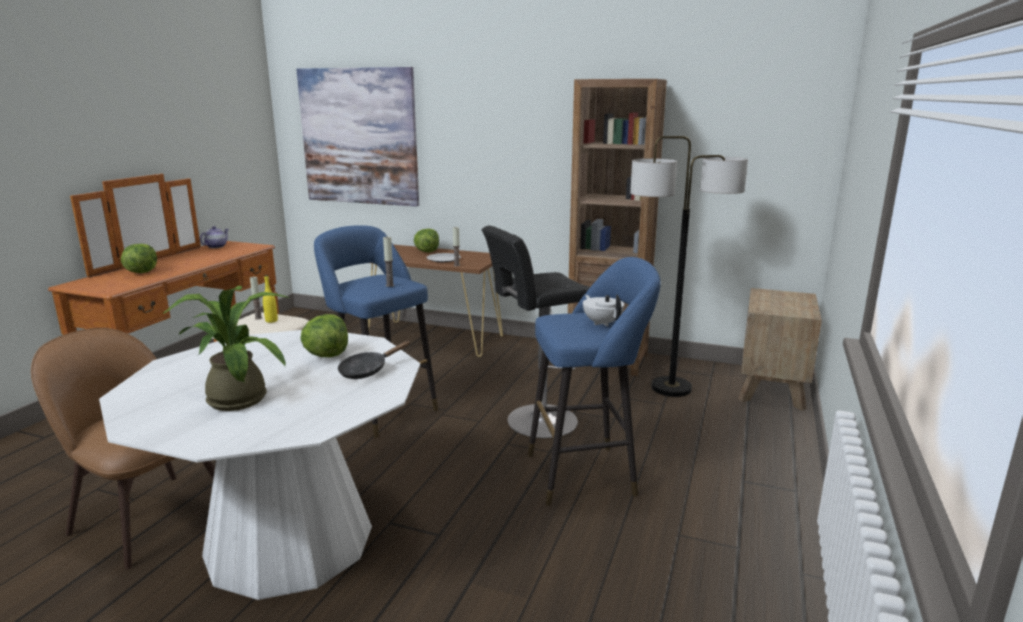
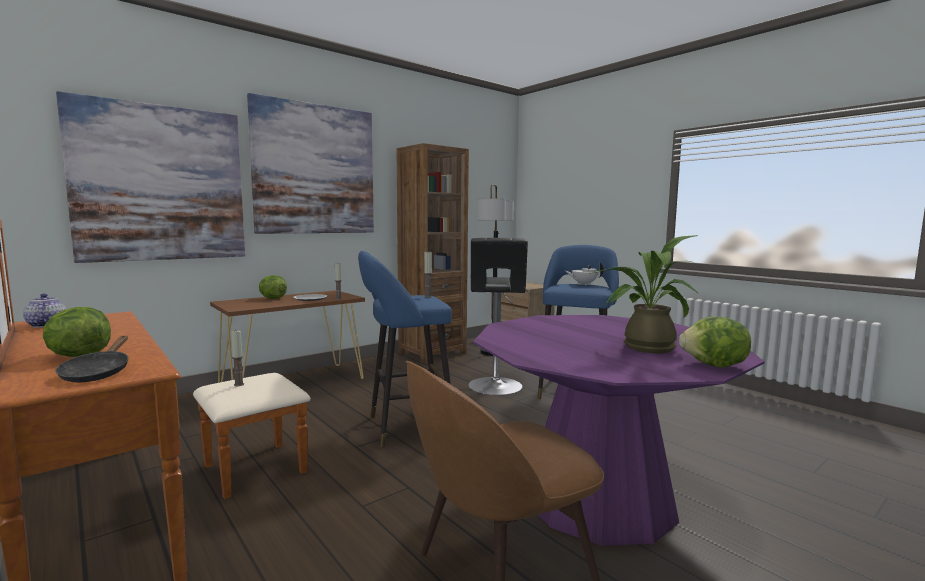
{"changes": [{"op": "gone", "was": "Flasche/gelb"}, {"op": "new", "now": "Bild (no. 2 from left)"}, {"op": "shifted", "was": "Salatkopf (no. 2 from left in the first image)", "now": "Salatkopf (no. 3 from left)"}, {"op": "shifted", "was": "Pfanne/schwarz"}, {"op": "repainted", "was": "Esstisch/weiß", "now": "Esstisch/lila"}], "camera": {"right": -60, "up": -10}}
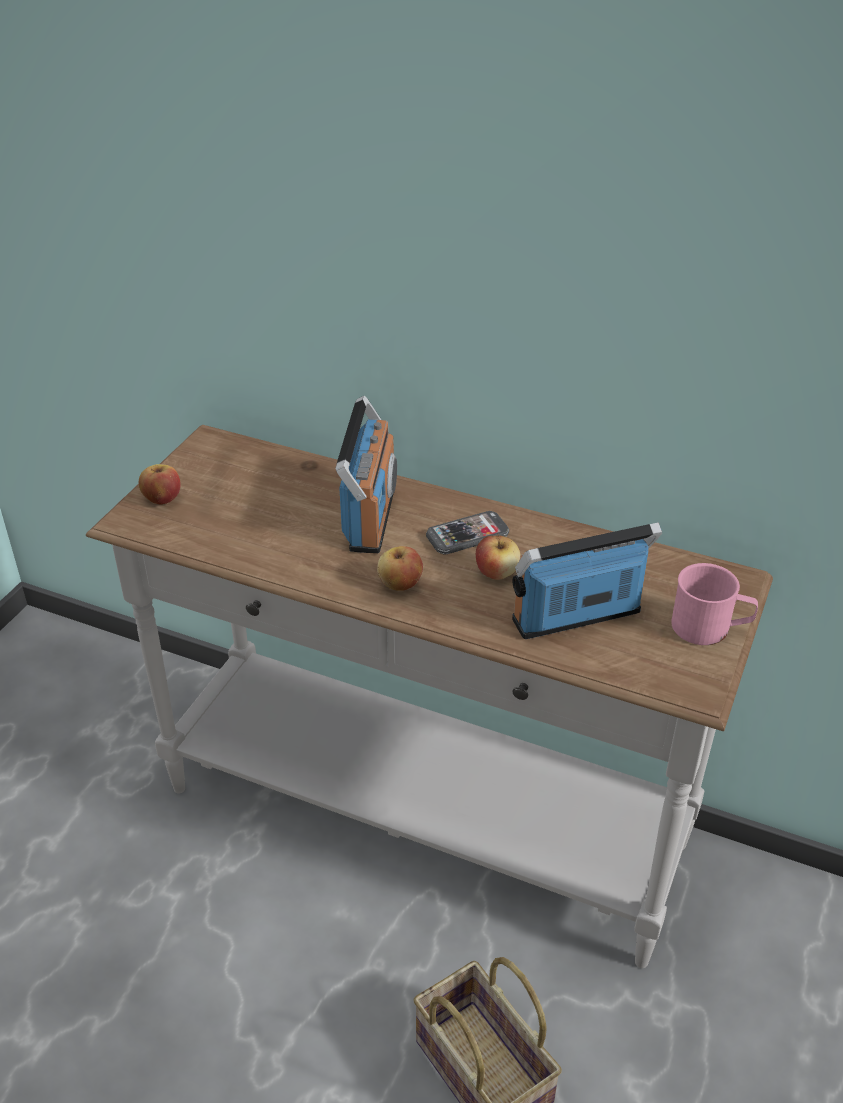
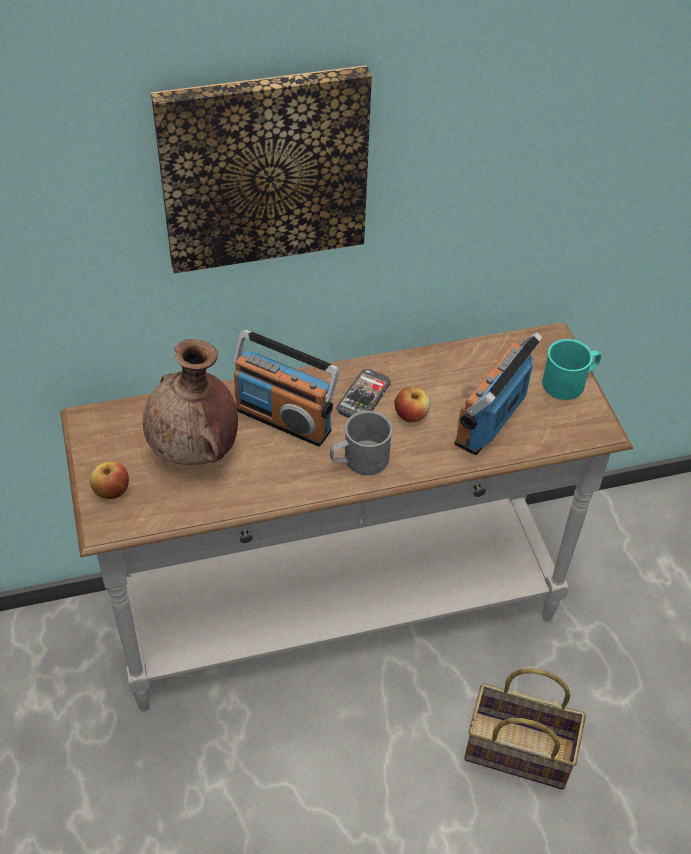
{"changes": [{"op": "new", "now": "Vase/braun"}, {"op": "new", "now": "Bild"}, {"op": "swapped", "was": "Apfel (no. 2 from left)", "now": "Henkelbecher/grau"}, {"op": "repainted", "was": "Henkelbecher/rosa", "now": "Henkelbecher/türkis"}, {"op": "rotated", "was": "Radio (no. 1 from left)", "clockwise": 150}], "camera": {"right": -40, "up": 10}}
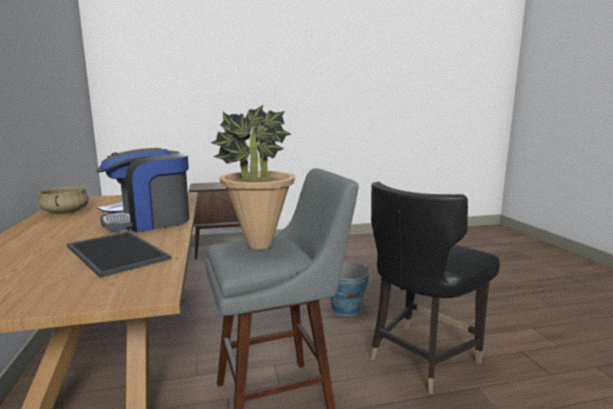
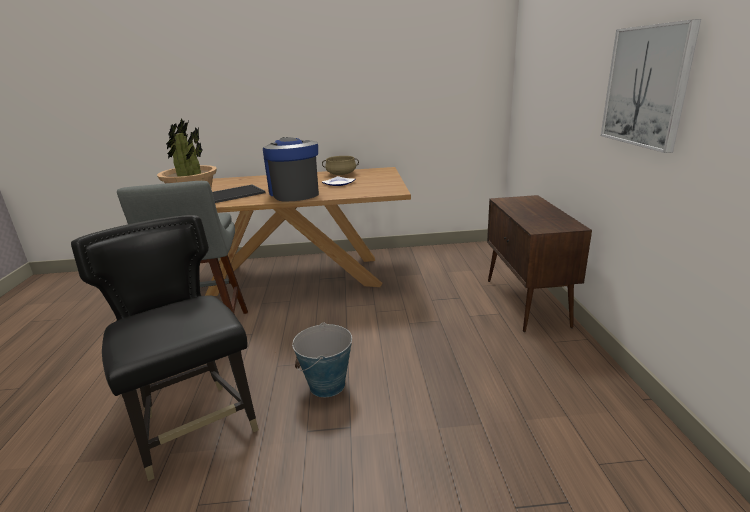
{"changes": [{"op": "new", "now": "Bild"}], "camera": {"right": 100, "up": 10}}
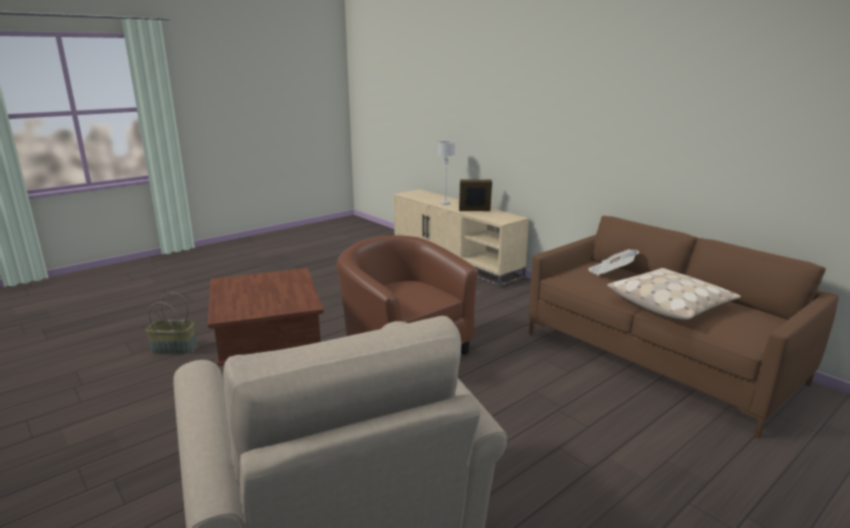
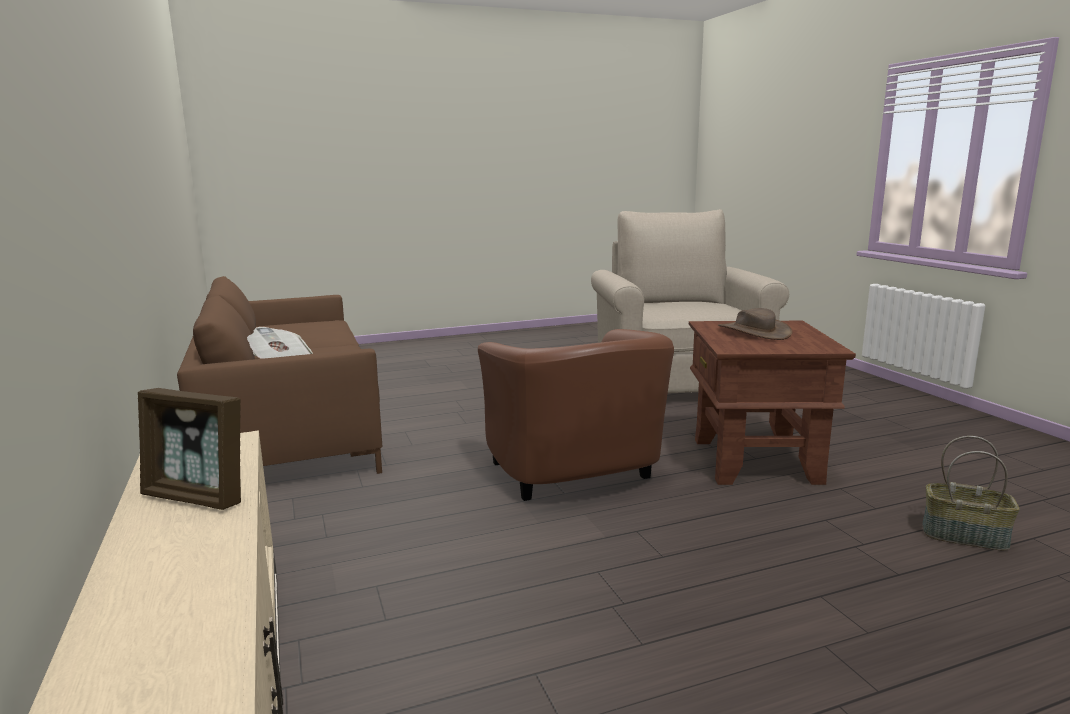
{"changes": [{"op": "gone", "was": "Tischlampe/grau"}, {"op": "gone", "was": "Kissen/beige"}, {"op": "new", "now": "Hut/braun"}], "camera": {"right": -160, "up": -5}}
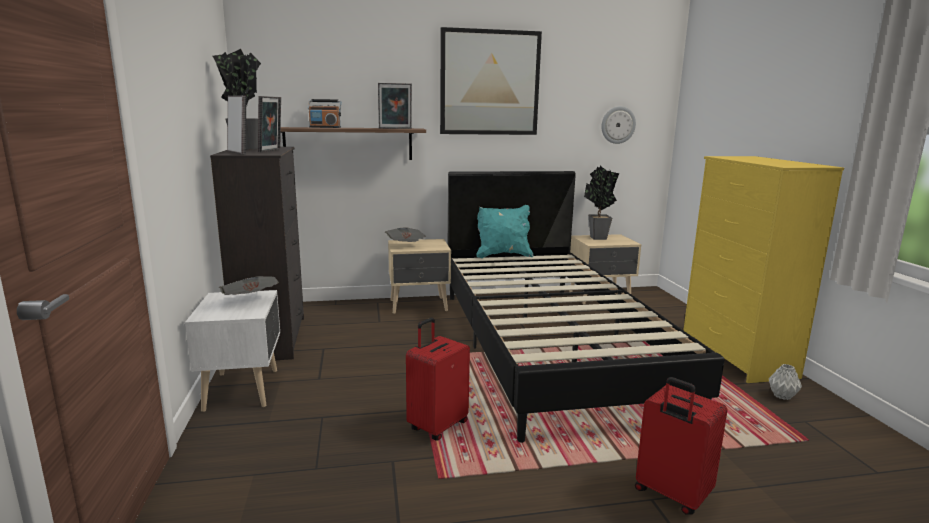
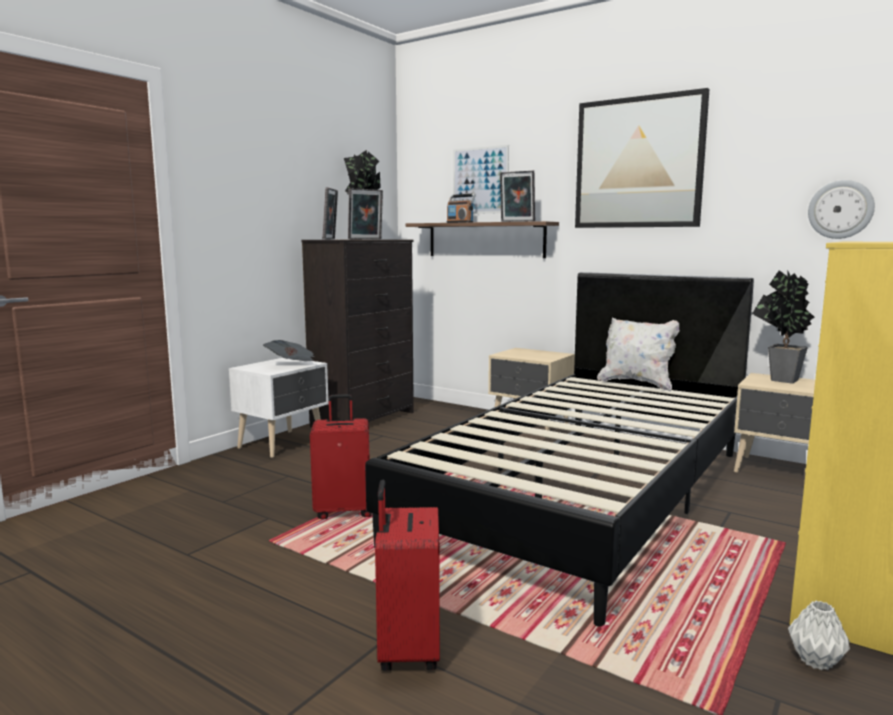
{"changes": [{"op": "gone", "was": "Zeitung (no. 2 from left)"}, {"op": "new", "now": "Bild (no. 1 from left)"}, {"op": "repainted", "was": "Kissen/türkis", "now": "Kissen/weiß"}], "camera": {"right": 45, "up": -5}}
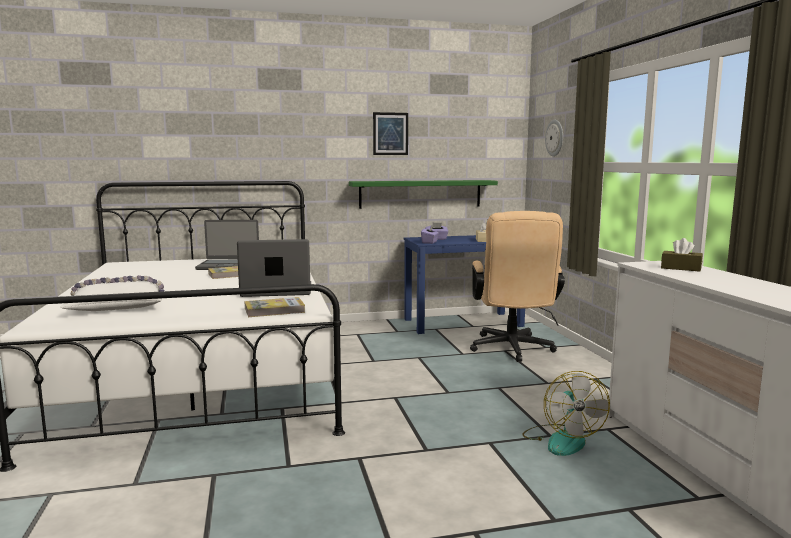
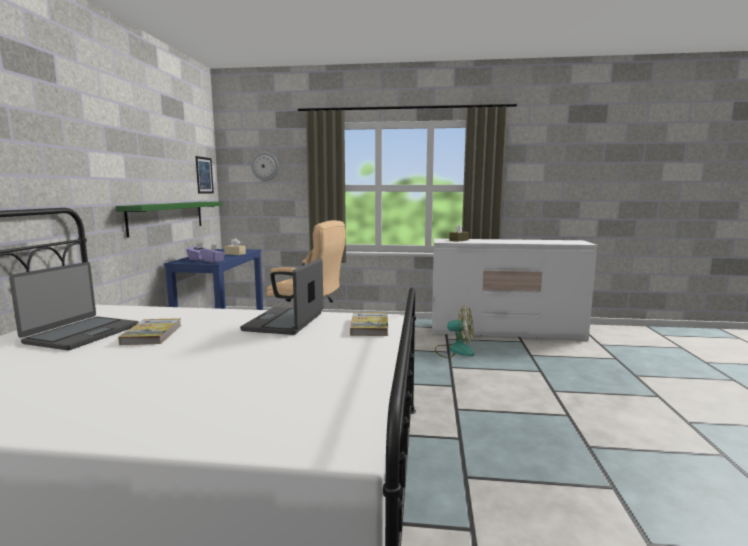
{"changes": [{"op": "gone", "was": "Kissen/weiß"}, {"op": "shifted", "was": "Bild"}], "camera": {"right": -70, "up": 0}}
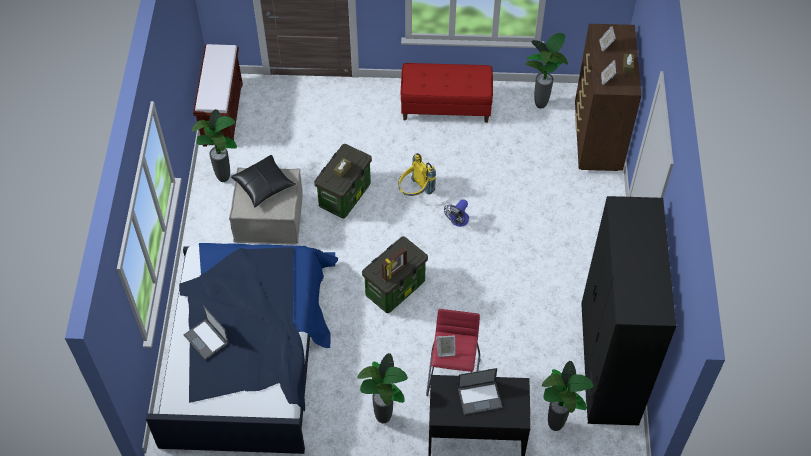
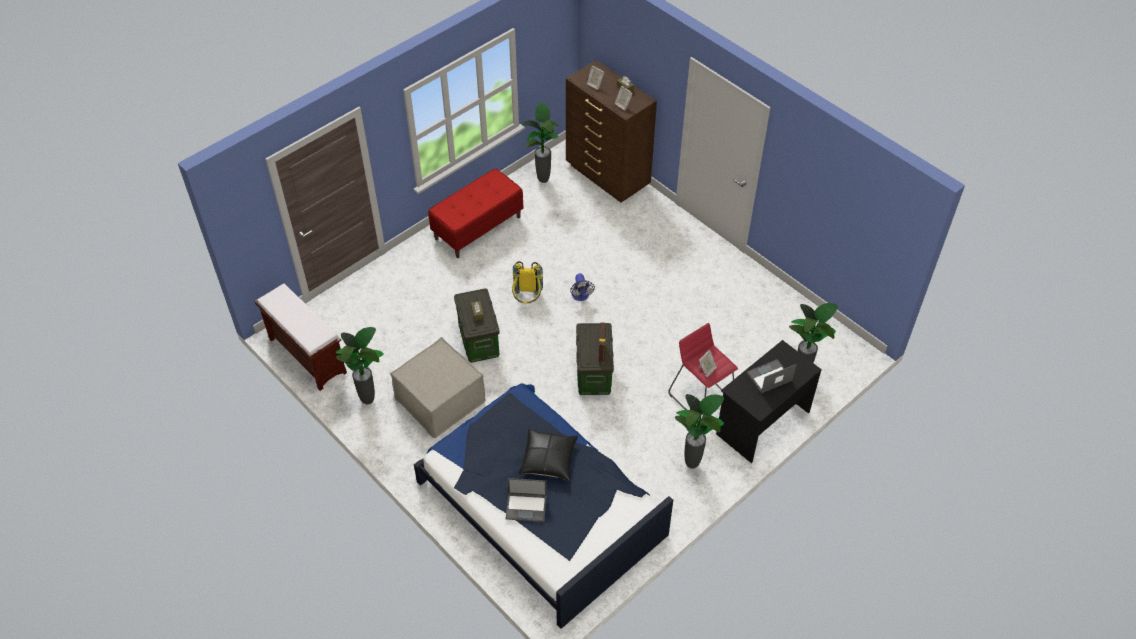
{"changes": [{"op": "gone", "was": "Kleiderschrank/schwarz"}, {"op": "shifted", "was": "Kissen/schwarz"}, {"op": "rotated", "was": "Laptop (no. 2 from left)", "clockwise": -150}], "camera": {"right": -45, "up": -5}}
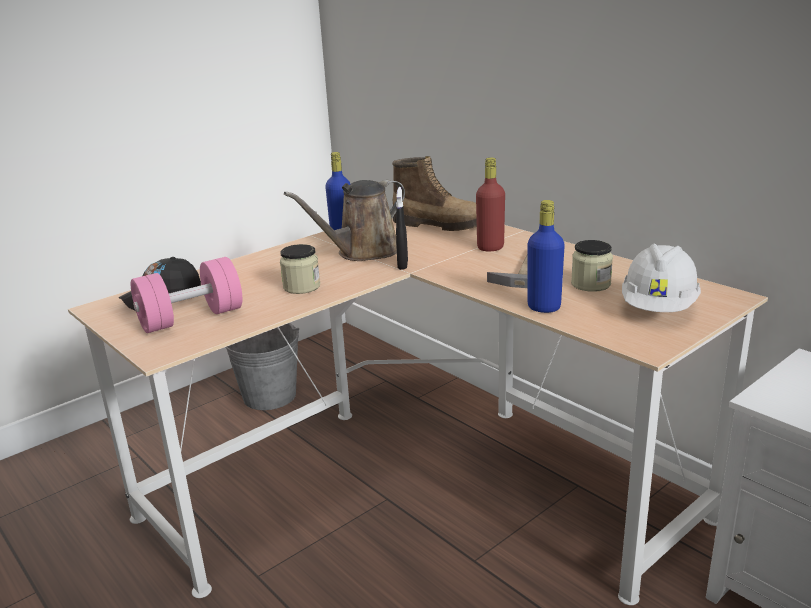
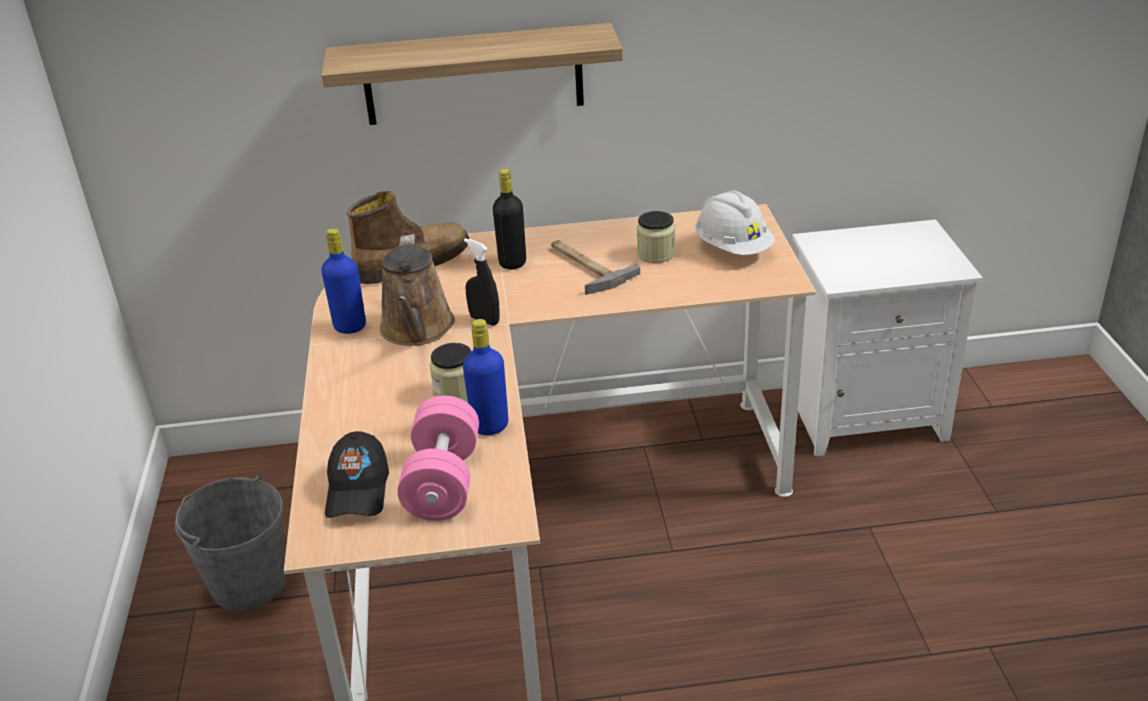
{"changes": [{"op": "new", "now": "Wandregal"}, {"op": "shifted", "was": "Flasche/blau (no. 2 from left)"}, {"op": "repainted", "was": "Flasche/rot", "now": "Flasche/schwarz"}], "camera": {"right": -55, "up": 10}}
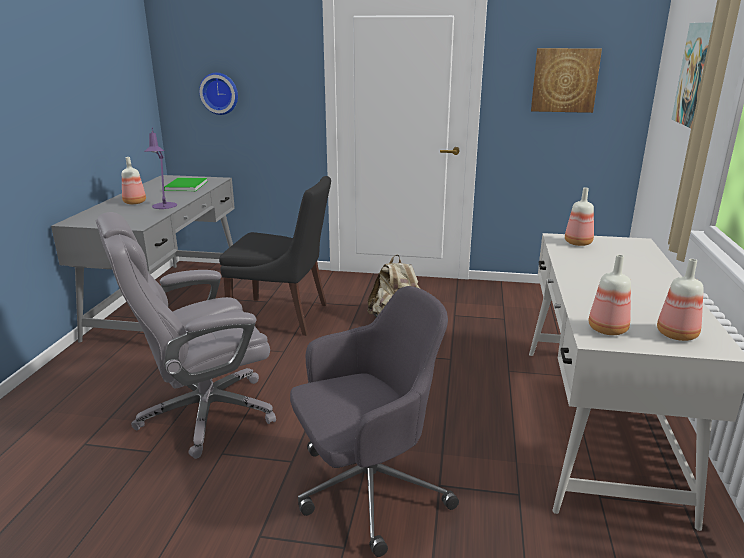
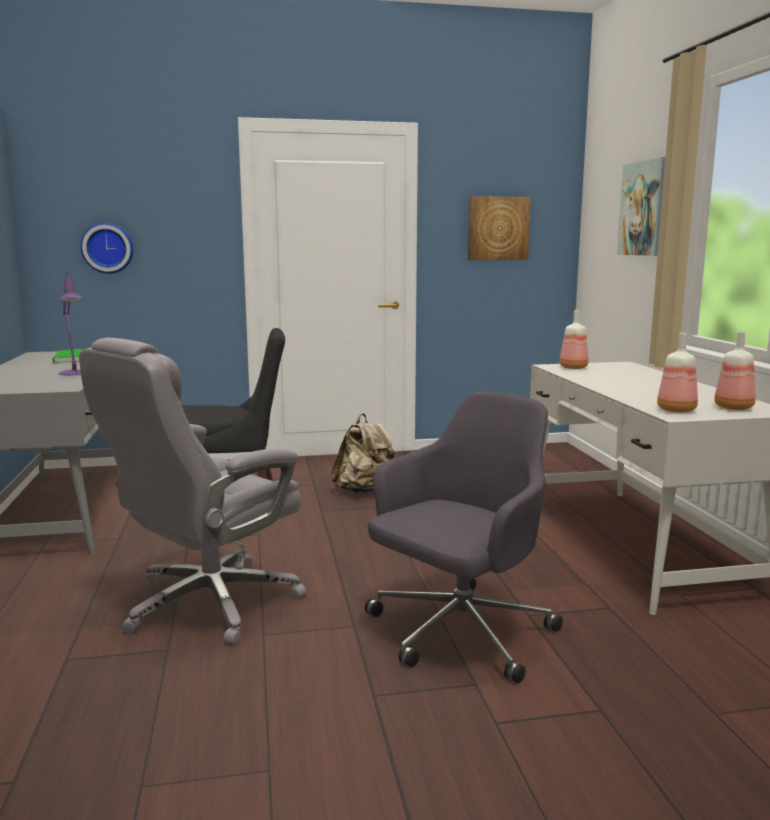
{"changes": [{"op": "gone", "was": "Flasche (no. 1 from left)"}], "camera": {"right": -20, "up": -10}}
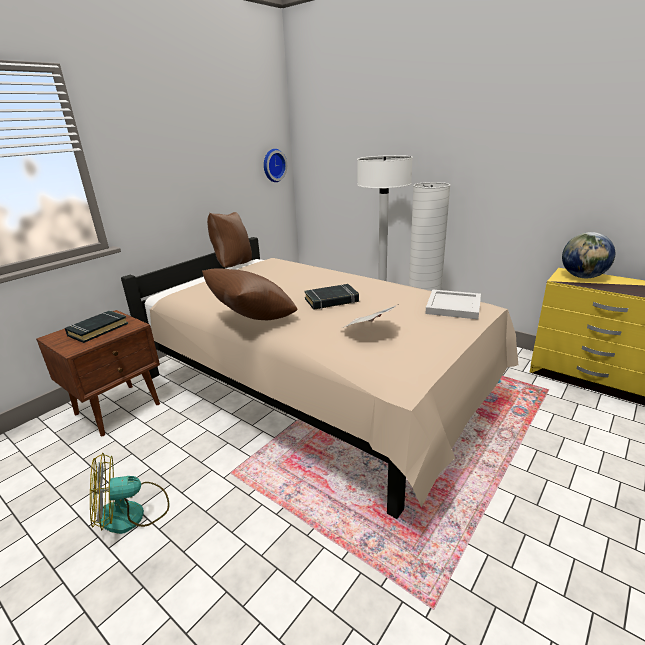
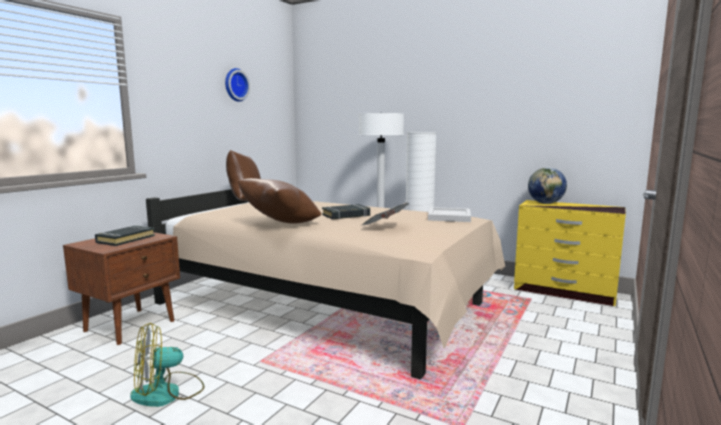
{"changes": [{"op": "shifted", "was": "Wanduhr"}], "camera": {"right": -10, "up": -15}}
